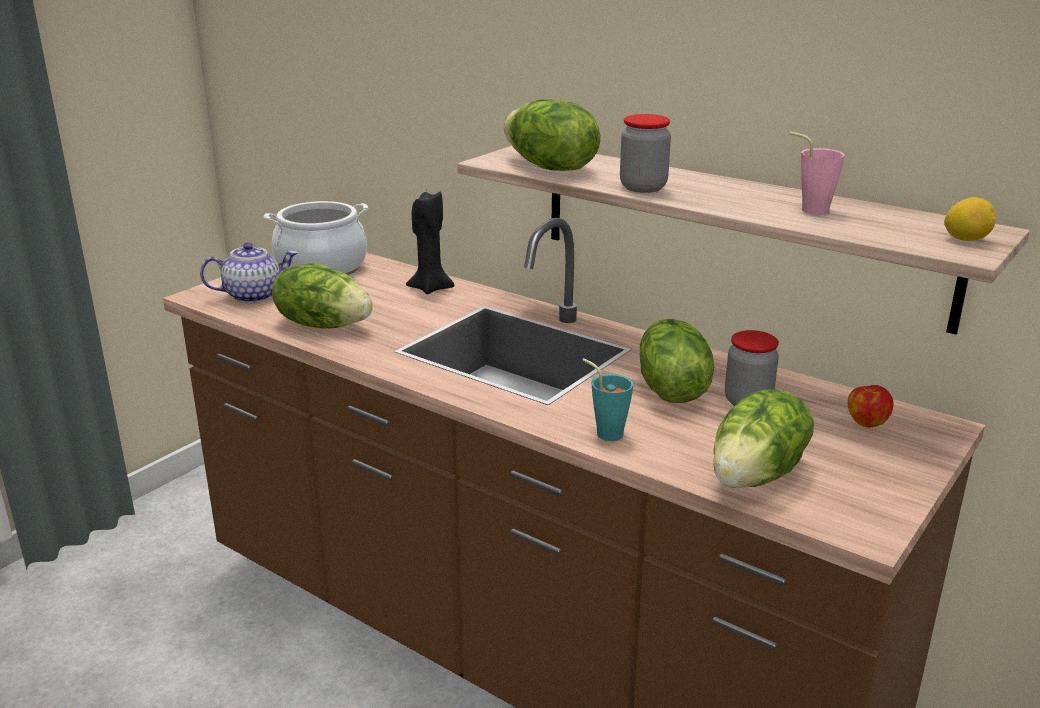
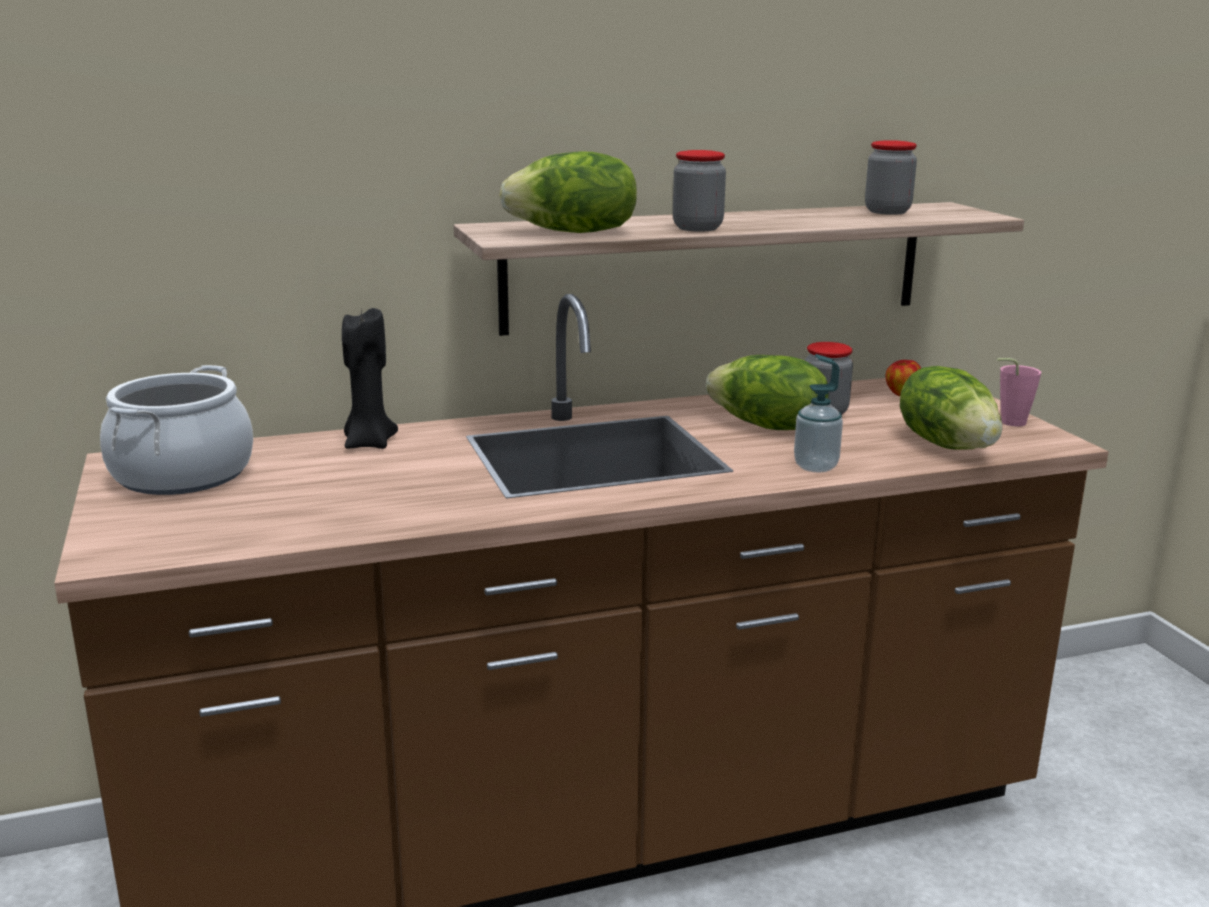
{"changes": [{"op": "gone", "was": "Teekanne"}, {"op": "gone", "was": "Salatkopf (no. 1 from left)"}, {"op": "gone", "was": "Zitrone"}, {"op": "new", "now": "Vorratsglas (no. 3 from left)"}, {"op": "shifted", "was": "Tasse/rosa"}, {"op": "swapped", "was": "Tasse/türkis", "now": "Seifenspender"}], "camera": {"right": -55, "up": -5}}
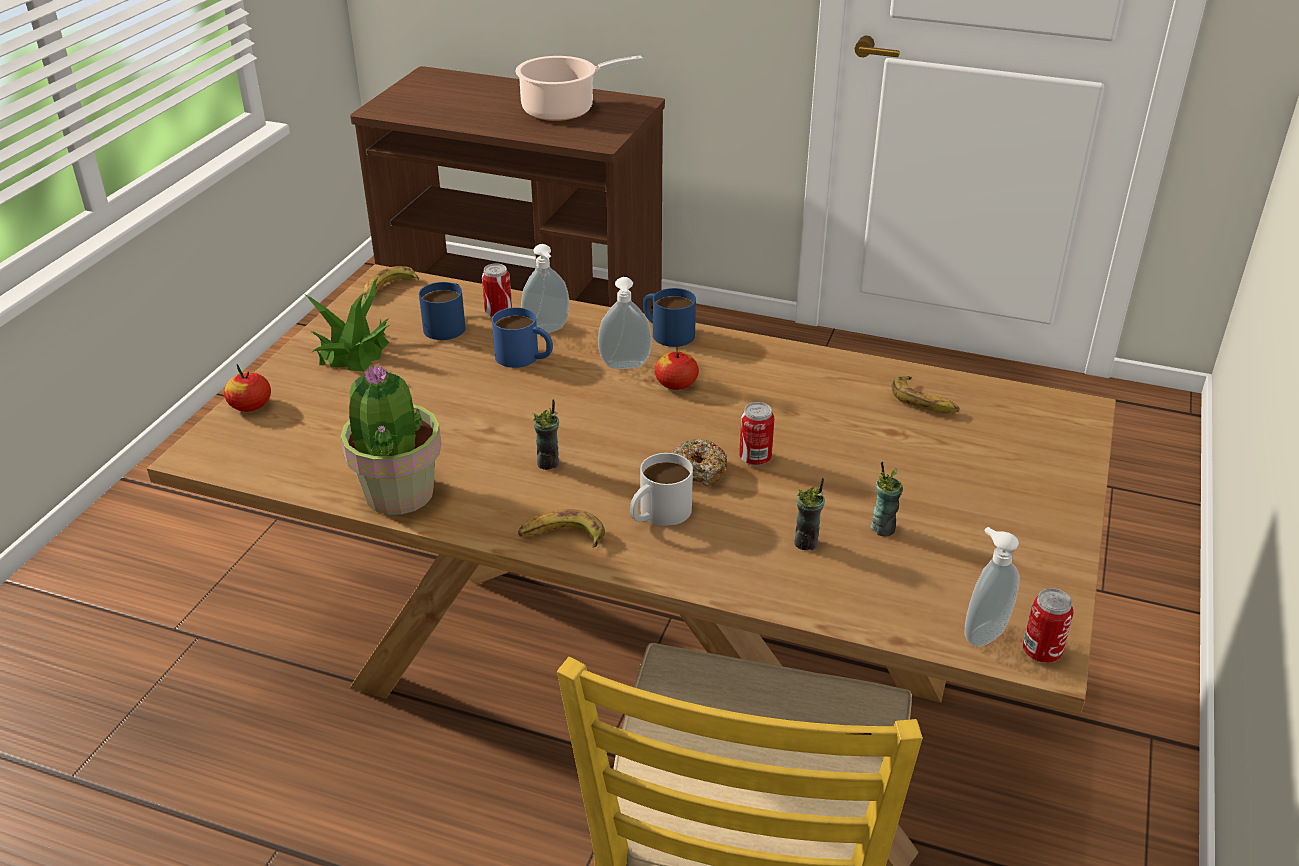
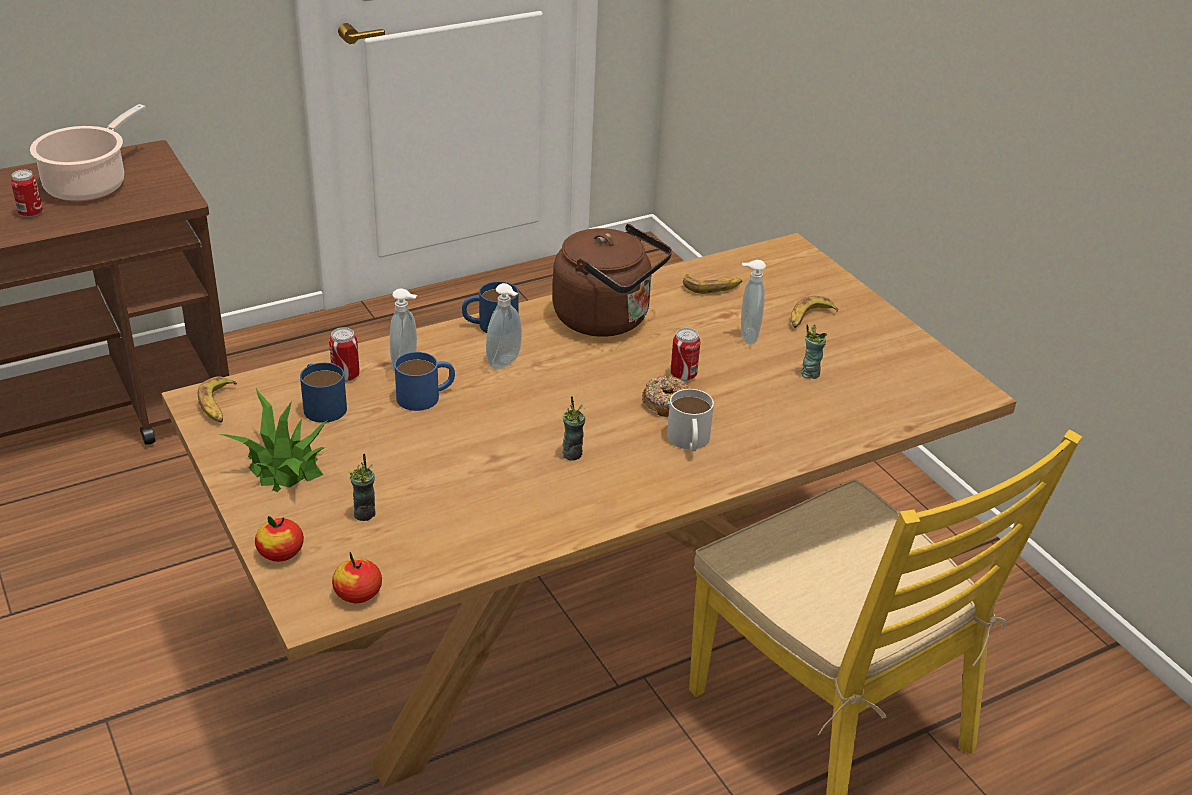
{"changes": [{"op": "gone", "was": "Topfpflanze (no. 2 from left)"}, {"op": "new", "now": "Wasserkessel/braun"}, {"op": "shifted", "was": "Banane (no. 2 from left in the first image)", "now": "Banane (no. 3 from left)"}, {"op": "shifted", "was": "Apfel (no. 2 from left)"}, {"op": "shifted", "was": "Tasse (no. 2 from left in the first image)", "now": "Tasse (no. 1 from left)"}, {"op": "shifted", "was": "Seifenspender (no. 3 from left)"}, {"op": "shifted", "was": "Dose (no. 3 from left in the first image)", "now": "Dose (no. 1 from left)"}], "camera": {"right": -50, "up": 0}}
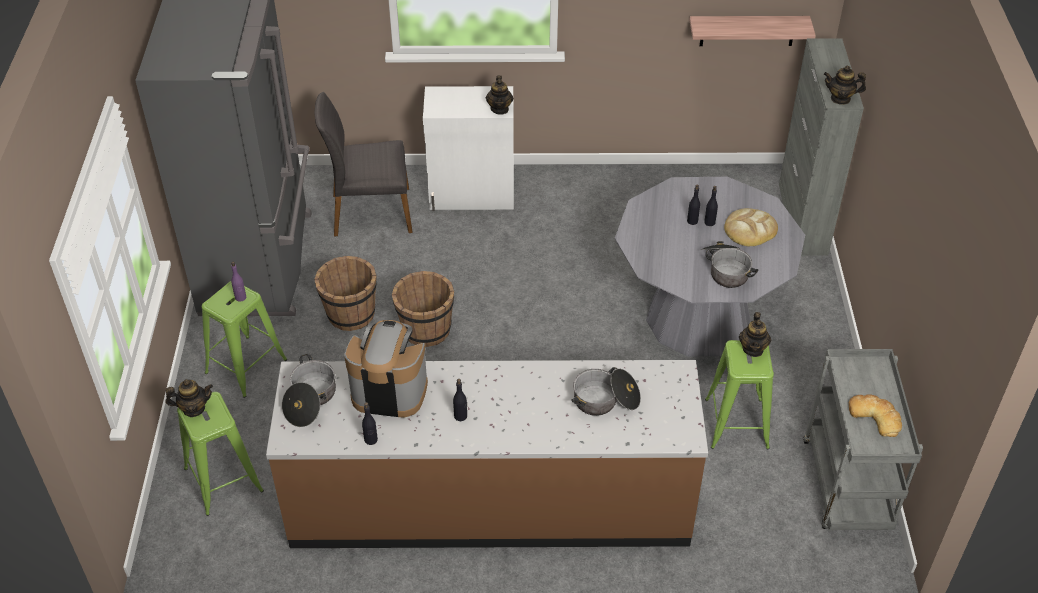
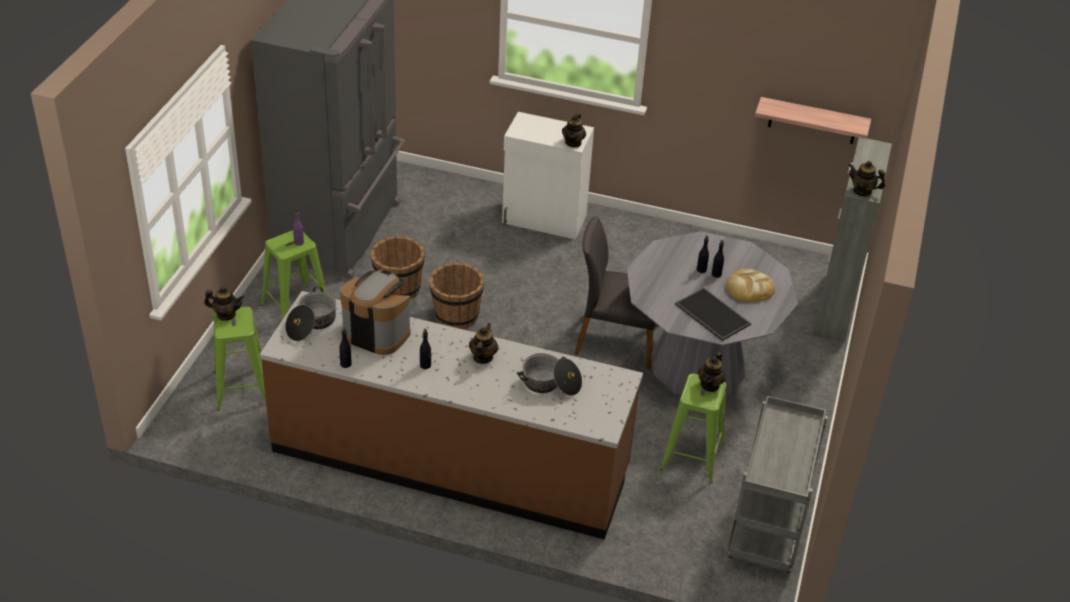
{"changes": [{"op": "gone", "was": "Brot (no. 2 from left)"}, {"op": "new", "now": "Teekanne (no. 2 from left)"}, {"op": "shifted", "was": "Stuhl/grau"}, {"op": "swapped", "was": "Kochtopf (no. 3 from left)", "now": "Tablett"}], "camera": {"right": 15, "up": -5}}
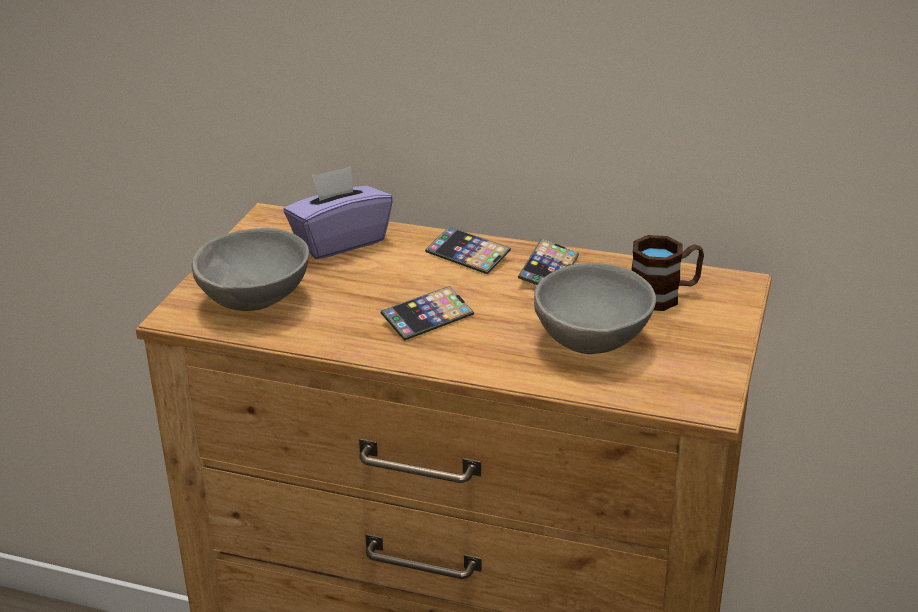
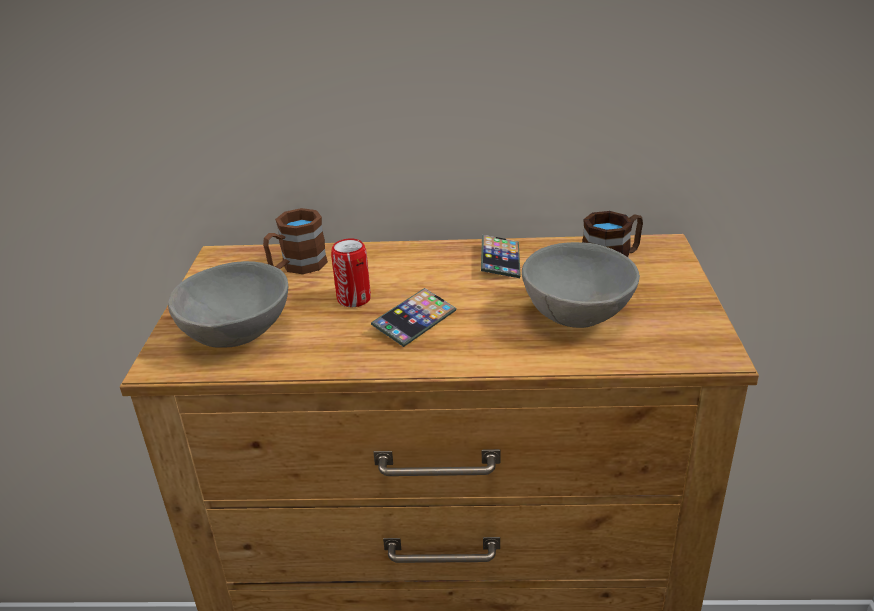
{"changes": [{"op": "gone", "was": "Handy (no. 2 from left)"}, {"op": "new", "now": "Dose"}, {"op": "swapped", "was": "Taschentuchbox/lila", "now": "Henkelbecher/braun (no. 1 from left)"}], "camera": {"right": -15, "up": 0}}
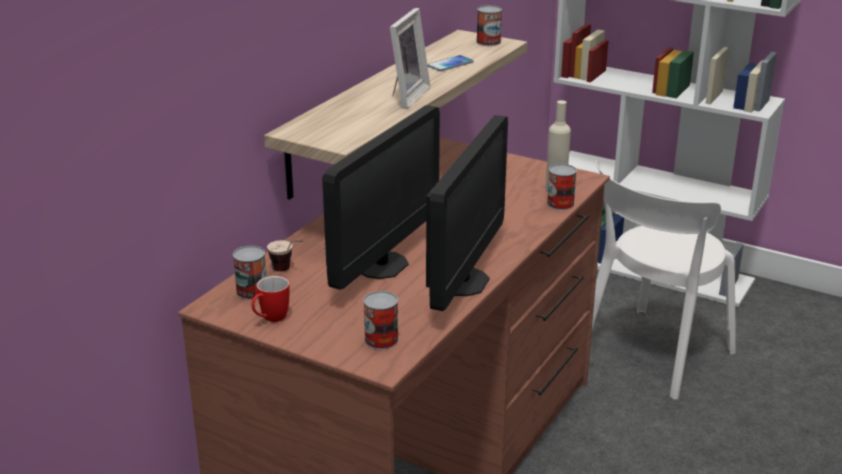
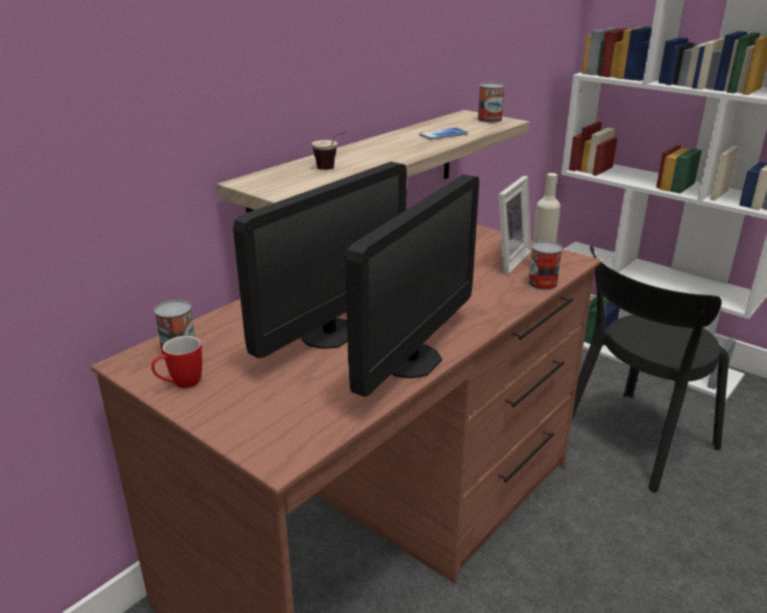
{"changes": [{"op": "gone", "was": "Dose (no. 2 from left)"}, {"op": "shifted", "was": "Tasse"}, {"op": "shifted", "was": "Bilderrahmen"}, {"op": "repainted", "was": "Stuhl/weiß", "now": "Stuhl/schwarz"}], "camera": {"right": 10, "up": 0}}
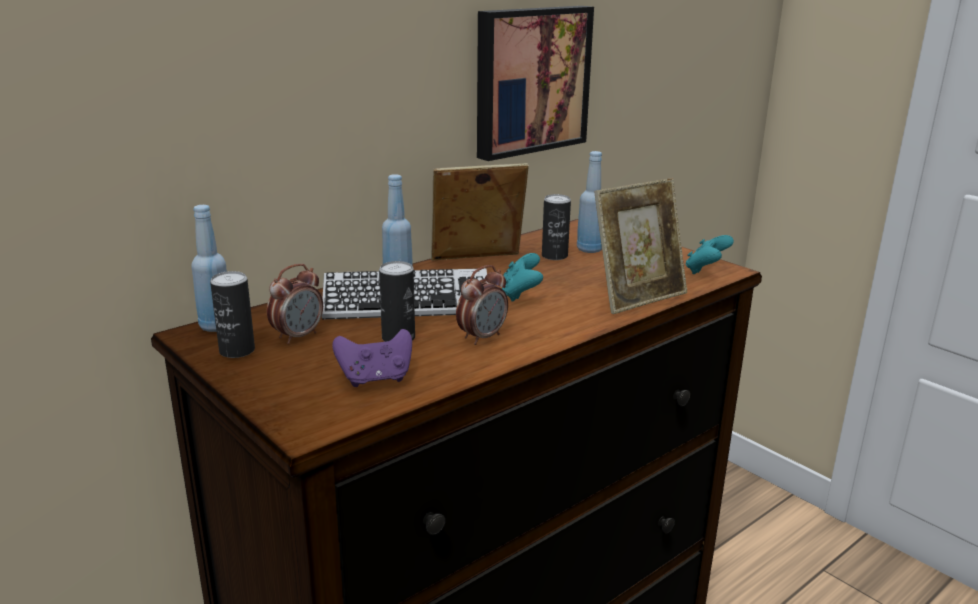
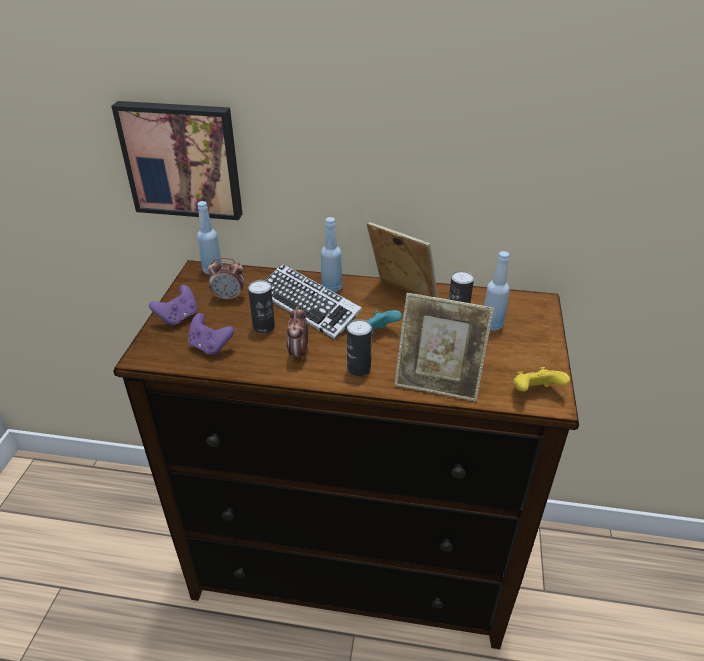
{"changes": [{"op": "new", "now": "Gamepad/lila (no. 1 from left)"}, {"op": "shifted", "was": "Dose (no. 1 from left in the first image)", "now": "Dose (no. 2 from left)"}, {"op": "shifted", "was": "Bild"}, {"op": "repainted", "was": "Gamepad/türkis (no. 2 from left)", "now": "Gamepad/gelb"}, {"op": "rotated", "was": "Wecker (no. 2 from left)", "clockwise": 90}], "camera": {"right": 50, "up": 15}}
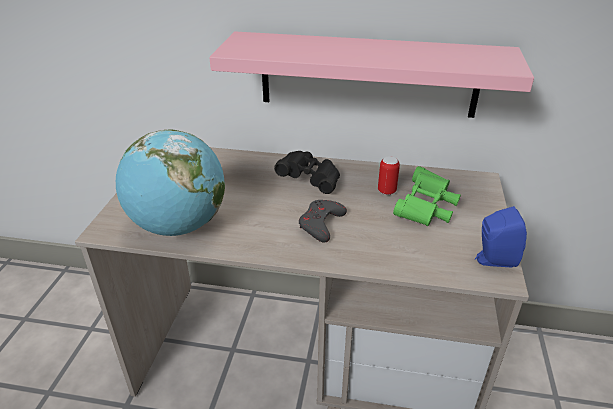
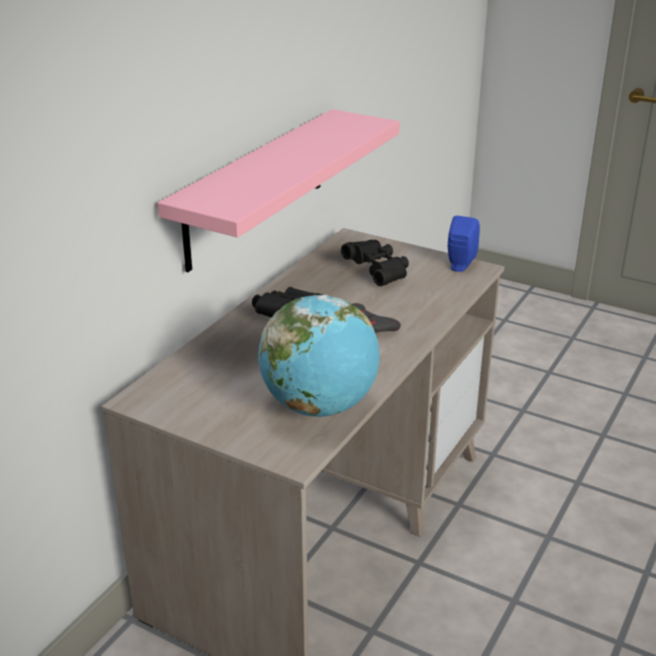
{"changes": [{"op": "gone", "was": "Dose"}, {"op": "repainted", "was": "Fernglas/grün", "now": "Fernglas/schwarz (no. 2 from left)"}], "camera": {"right": -70, "up": -5}}
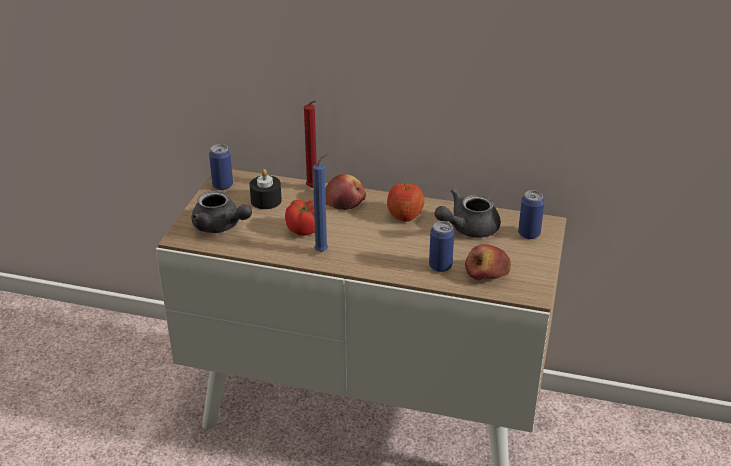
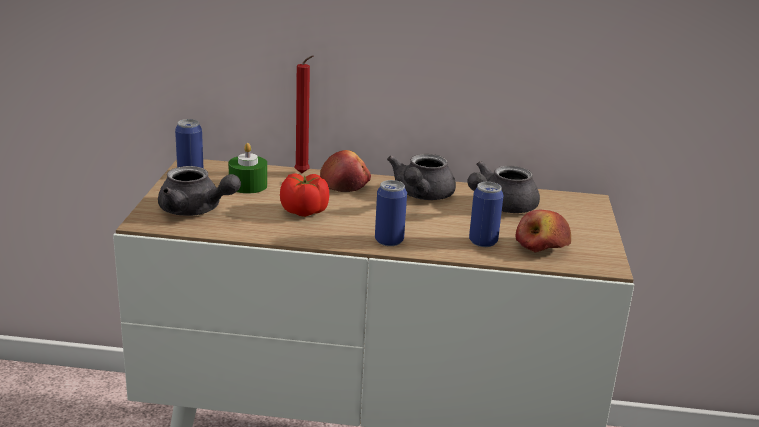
{"changes": [{"op": "gone", "was": "Kerze/blau"}, {"op": "shifted", "was": "Dose (no. 3 from left in the first image)", "now": "Dose (no. 2 from left)"}, {"op": "swapped", "was": "Apfel (no. 2 from left)", "now": "Teekanne/grau (no. 2 from left)"}, {"op": "repainted", "was": "Kerze/schwarz", "now": "Kerze/grün"}], "camera": {"right": -10, "up": -10}}
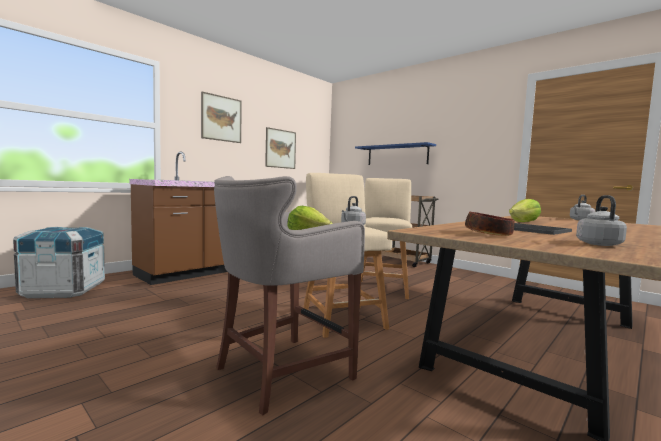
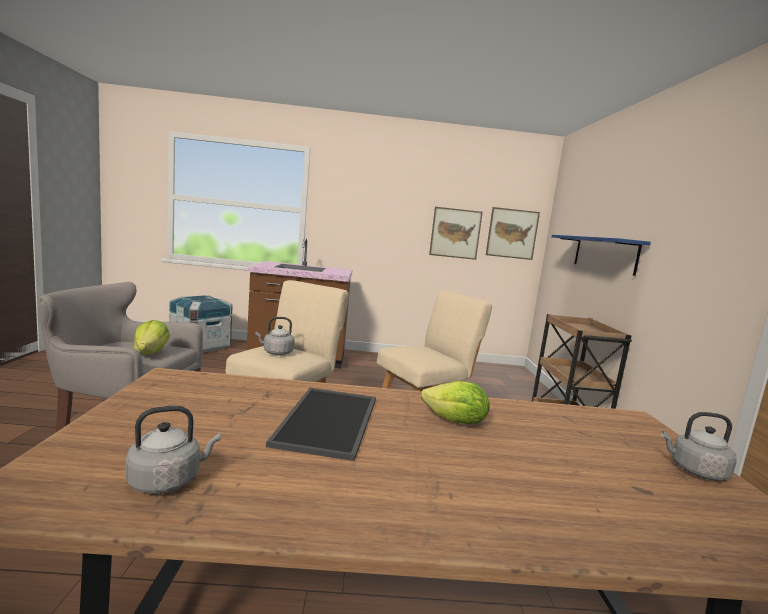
{"changes": [{"op": "gone", "was": "Schüssel"}, {"op": "shifted", "was": "Bild (no. 1 from left in the first image)", "now": "Bild (no. 2 from left)"}], "camera": {"right": 45, "up": 5}}
